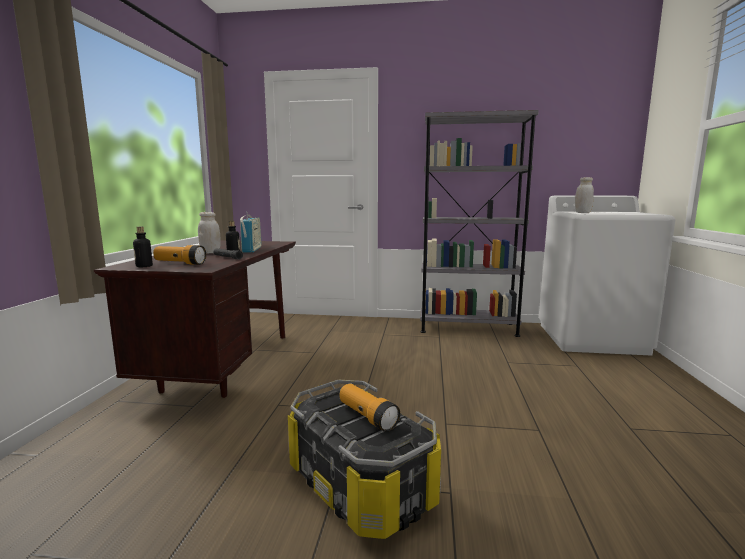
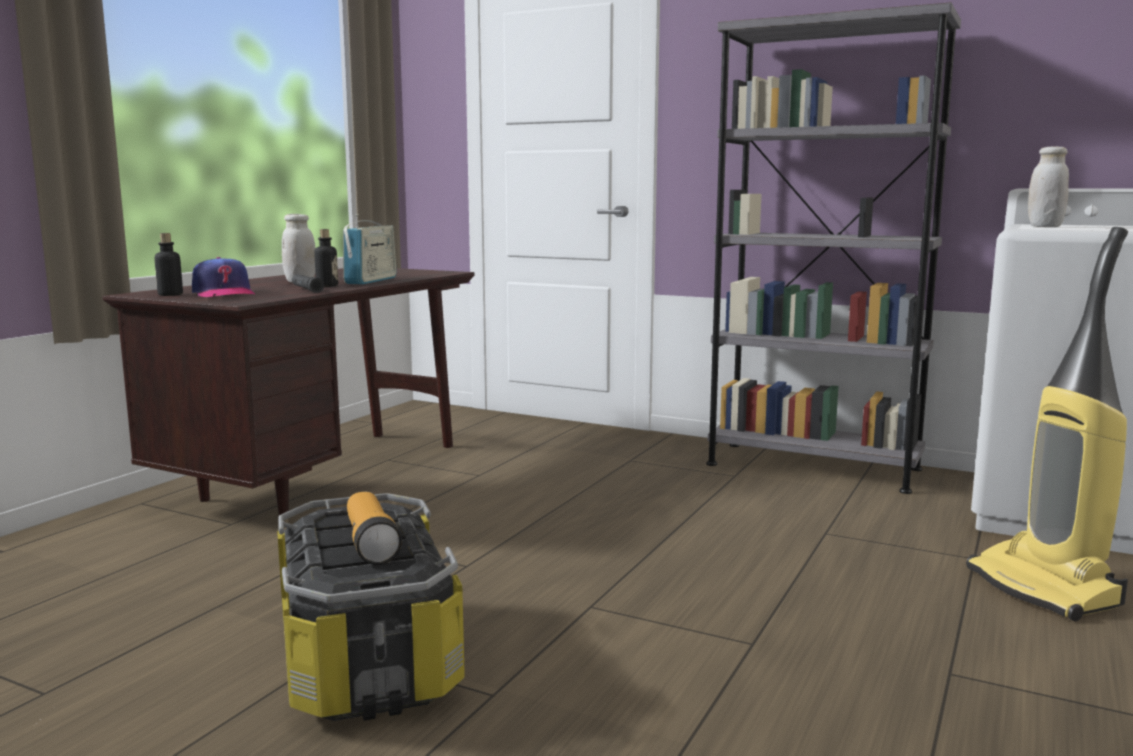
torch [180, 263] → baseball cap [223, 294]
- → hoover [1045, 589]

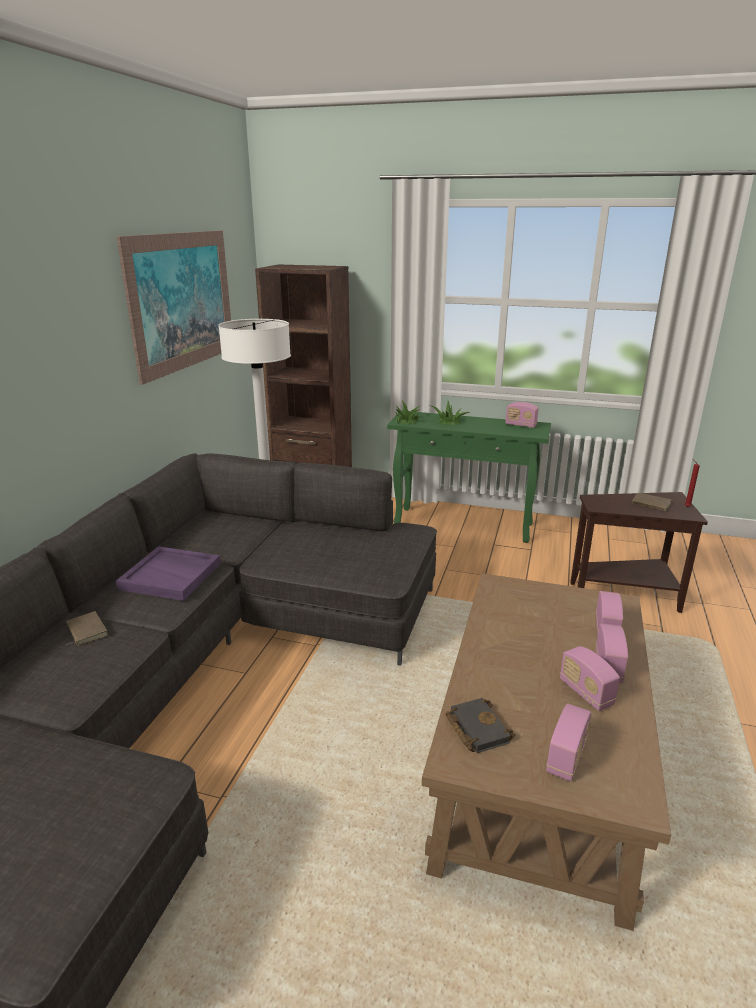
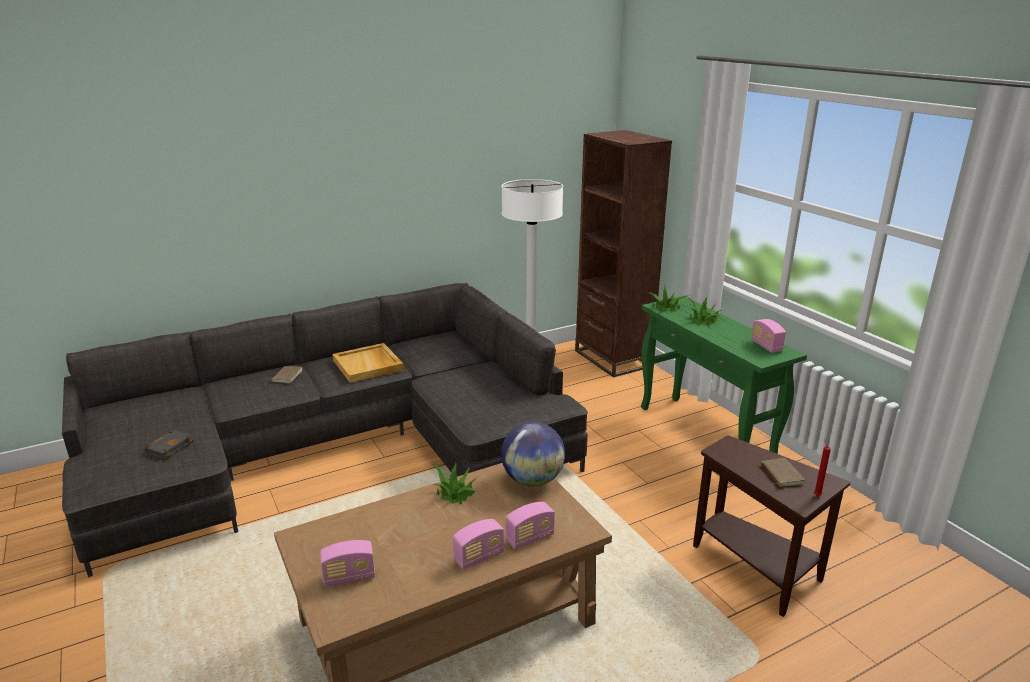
black volume [476, 728] → black volume [169, 446], shifted
purple carrying tray [172, 576] → beige carrying tray [368, 365]
- → potted plant [454, 493]
- → globe [532, 480]
picture [182, 301] → -
radio [585, 693] → -

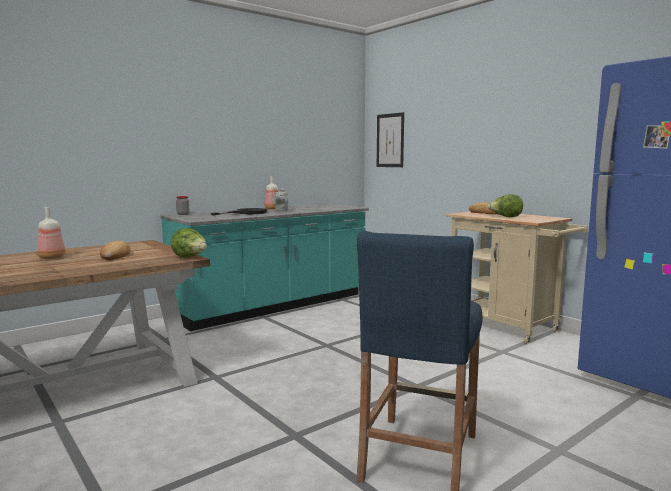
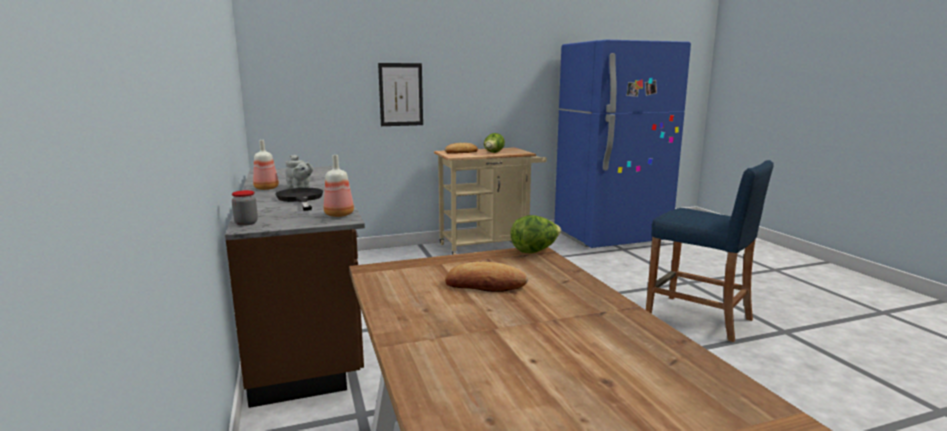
turquoise kitchen base unit [273, 306] → brownish kitchen base unit [305, 322]
drink bottle [52, 258] → drink bottle [340, 214], shifted
picture [390, 140] → picture [401, 94], shifted

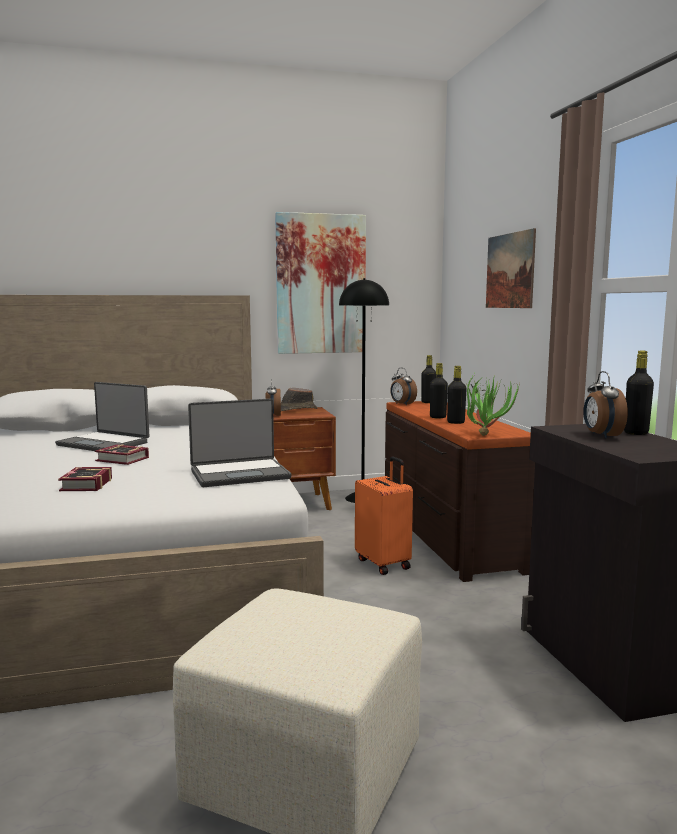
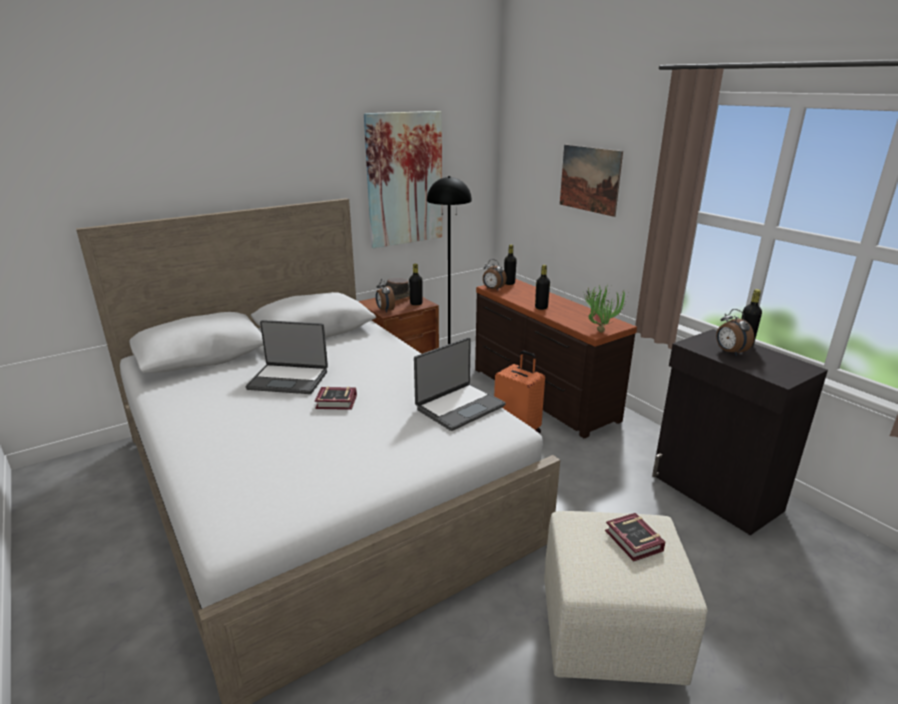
black drink bottle [455, 422] → black drink bottle [416, 303], shifted
volume [84, 485] → volume [634, 542], shifted

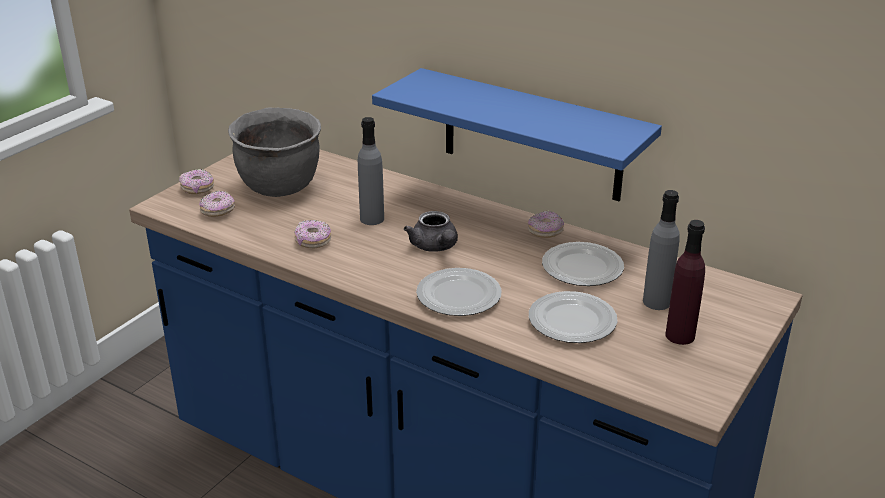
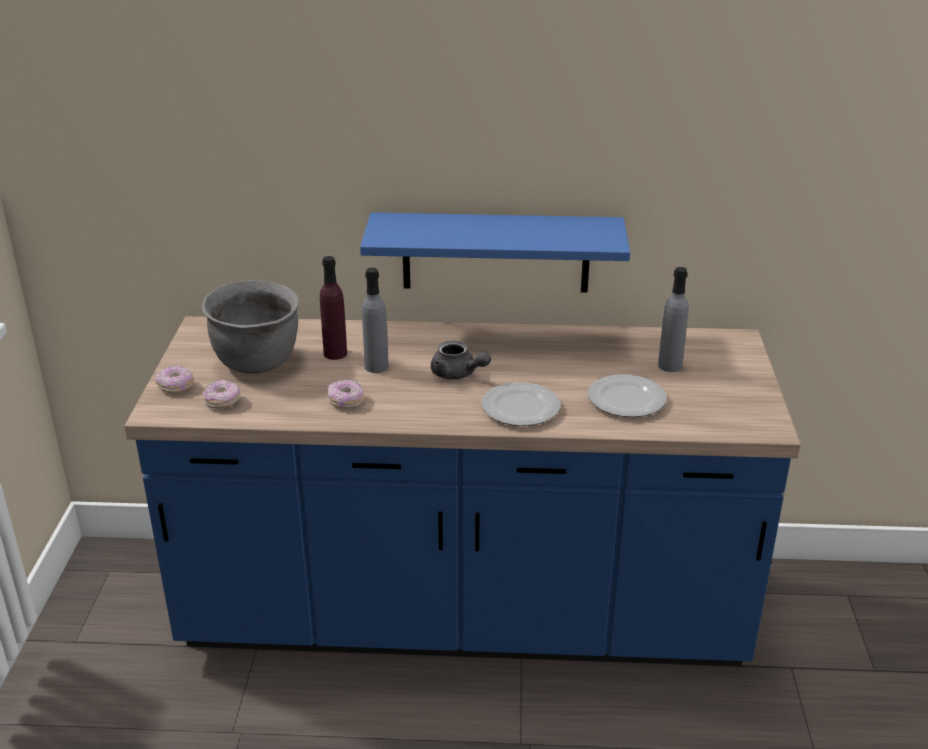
purple drink bottle [680, 336] → purple drink bottle [335, 353], shifted
ring doughnut [545, 232] → -
dinner plate [583, 268] → -

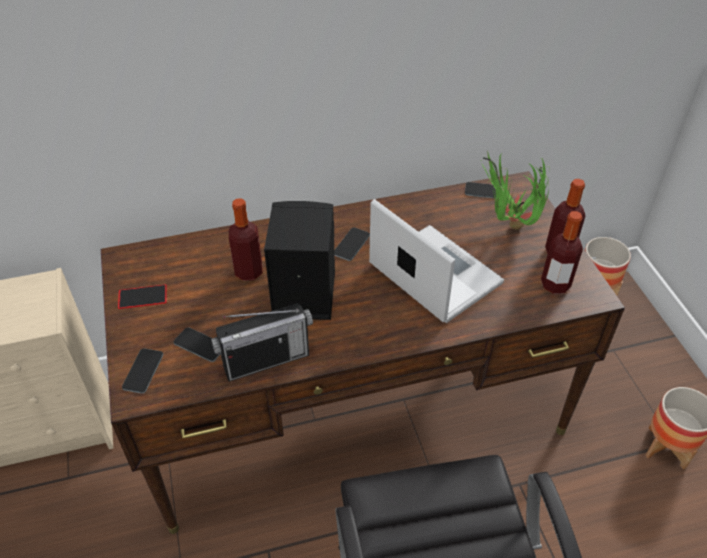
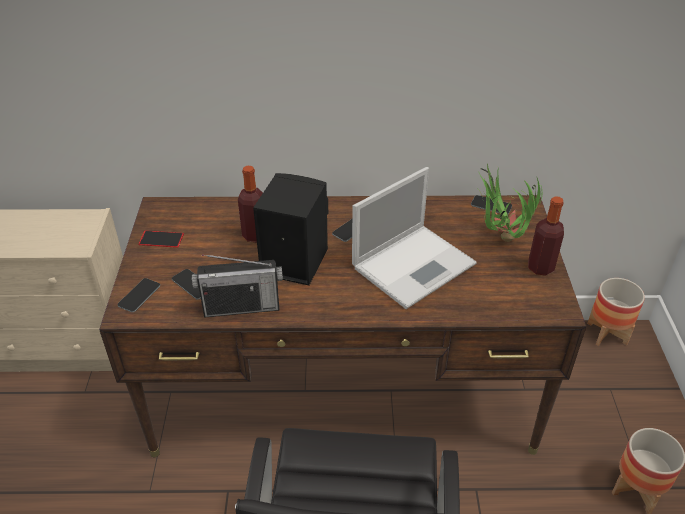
portable computer [433, 273] → portable computer [415, 264], 75 degrees clockwise
drink bottle [555, 284] → -

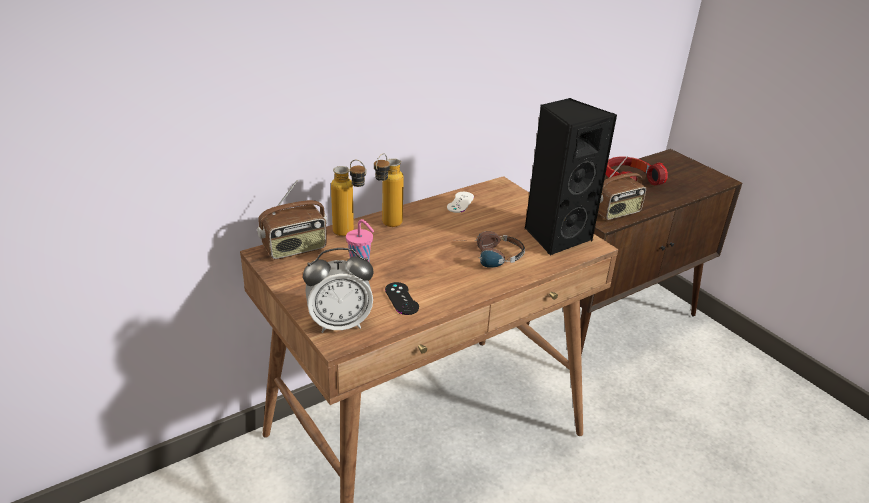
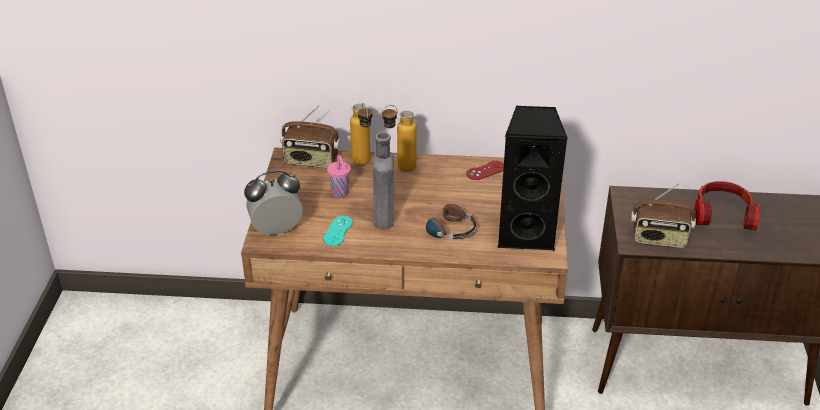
bedside clock [340, 323] → bedside clock [276, 230], 135 degrees clockwise
black game controller [401, 298] → turquoise game controller [338, 231]
- → grey drink bottle [383, 220]
white-coloured game controller [460, 202] → red-coloured game controller [485, 170]

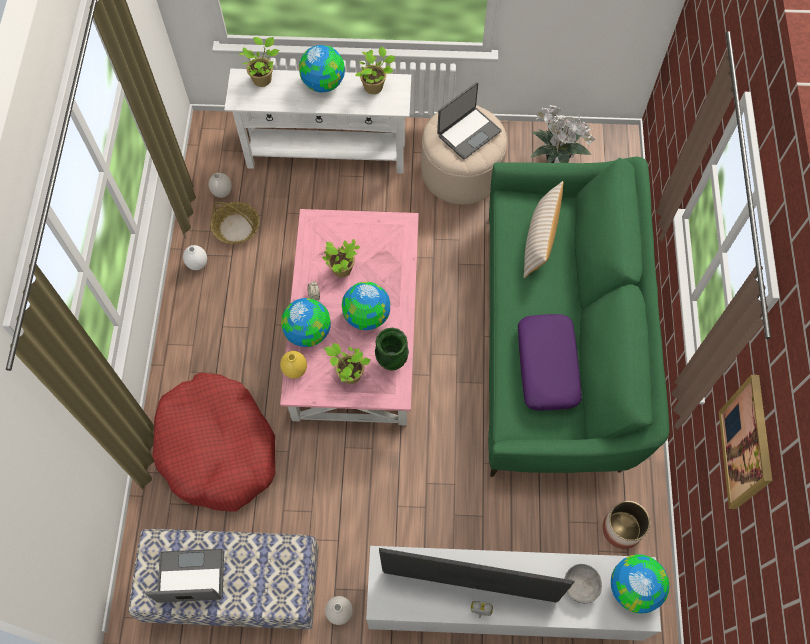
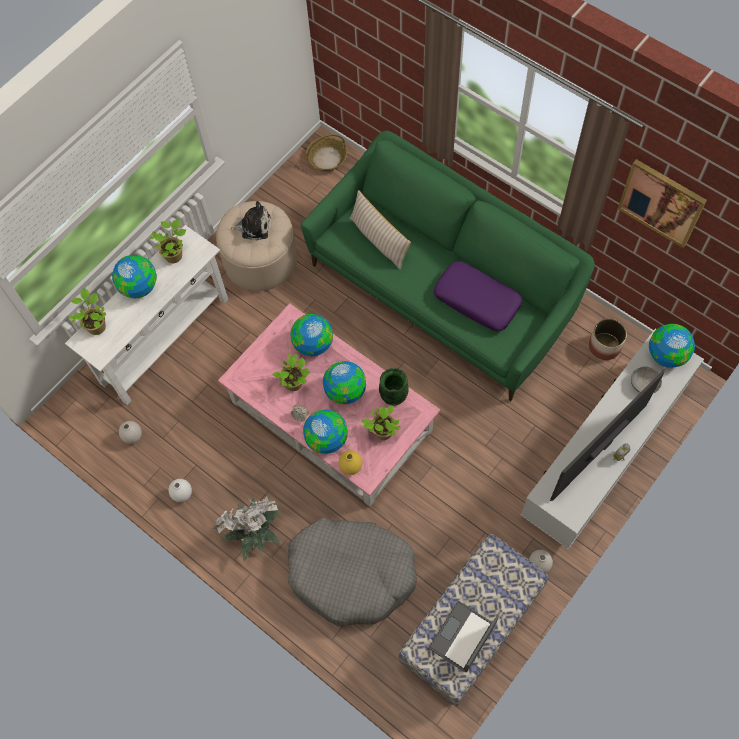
potted plant [555, 158] → potted plant [254, 535], shifted
portable computer [468, 133] → soft toy [254, 226]
red-coloured dog cushion [218, 448] → grey dog cushion [351, 574]
- → globe [313, 344]
basket [237, 227] → basket [327, 158], shifted

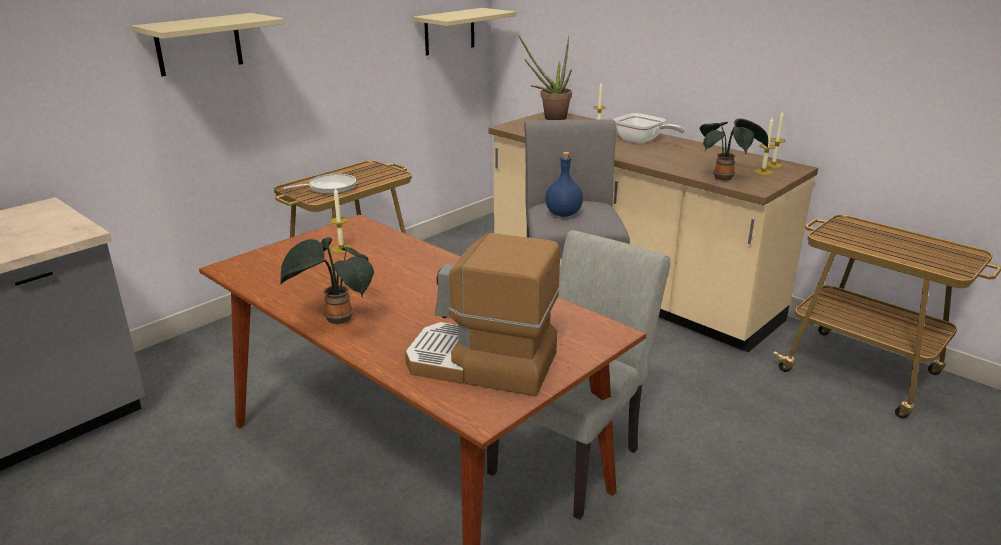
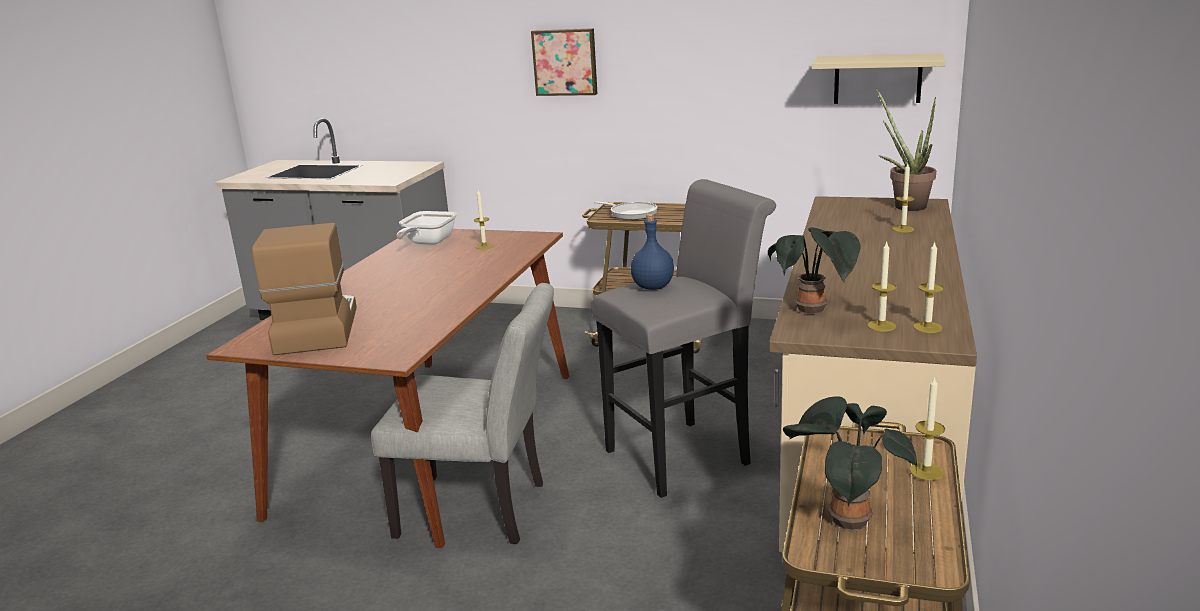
pan [642, 141] → pan [427, 243], shifted
beige bracket shelf [199, 44] → picture [565, 62]
potted plant [335, 320] → potted plant [844, 520], shifted
- → candle [926, 471]

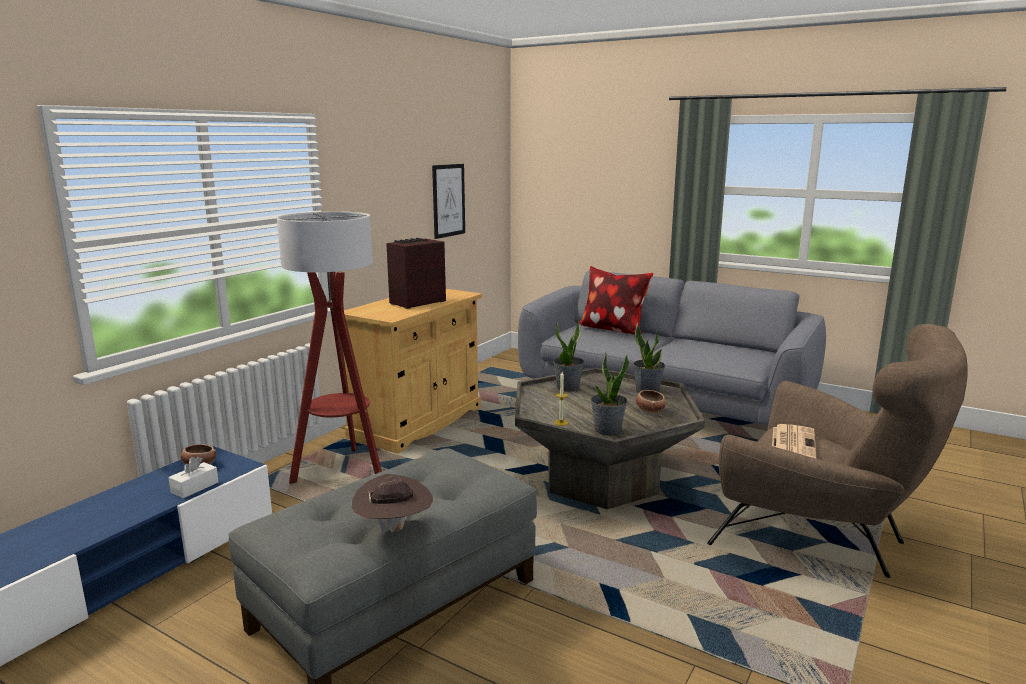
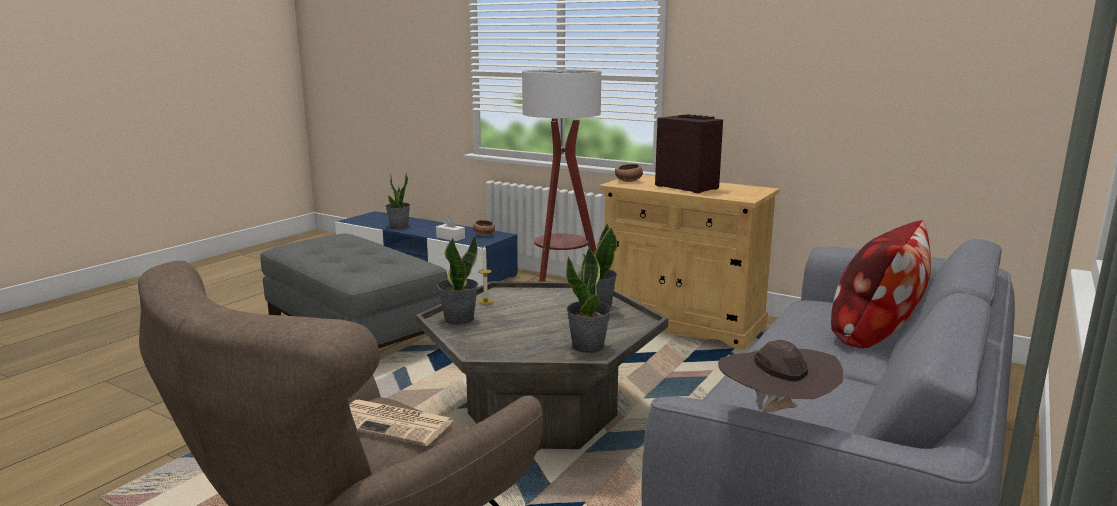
- → potted plant [399, 226]
bowl [650, 410] → bowl [629, 181], shifted
brownish clothing hat [394, 529] → brownish clothing hat [776, 413], shifted
picture [448, 200] → -

